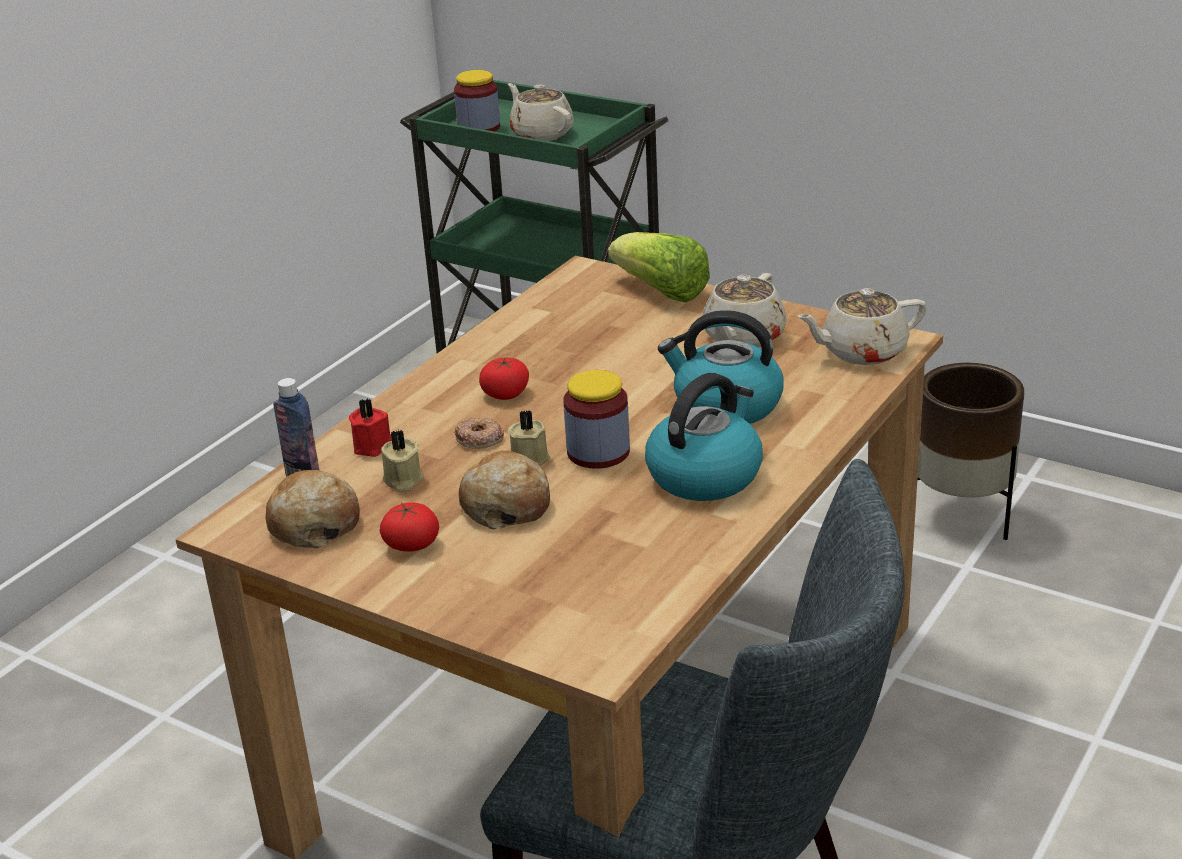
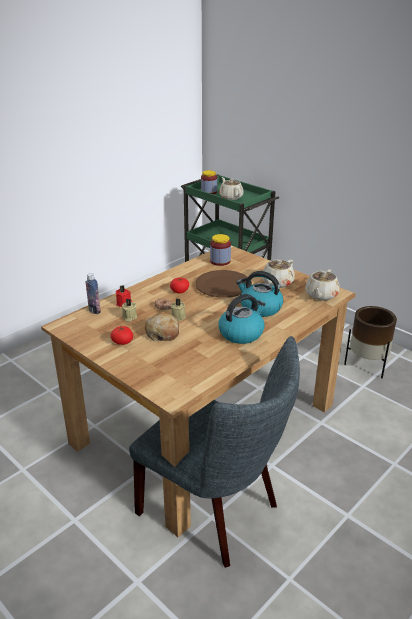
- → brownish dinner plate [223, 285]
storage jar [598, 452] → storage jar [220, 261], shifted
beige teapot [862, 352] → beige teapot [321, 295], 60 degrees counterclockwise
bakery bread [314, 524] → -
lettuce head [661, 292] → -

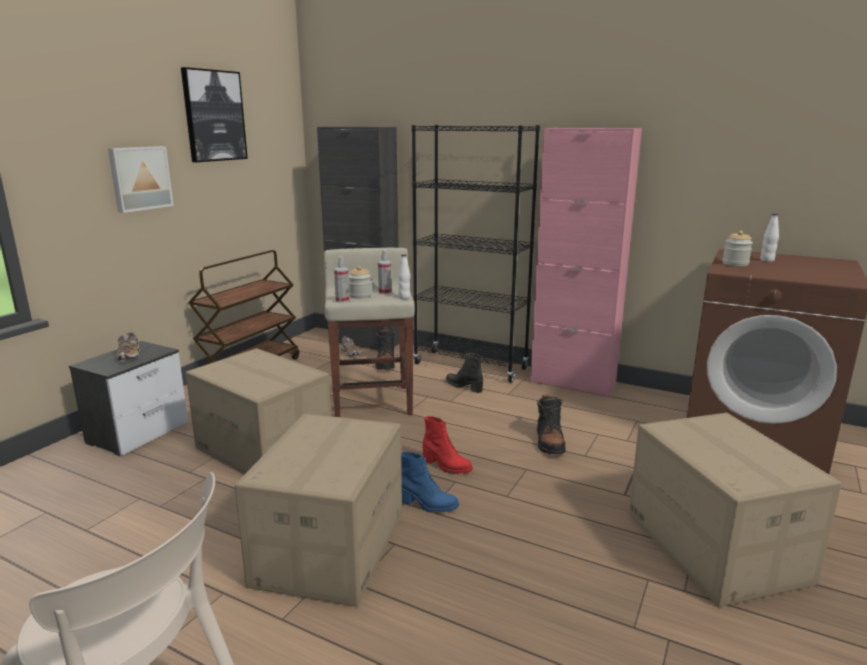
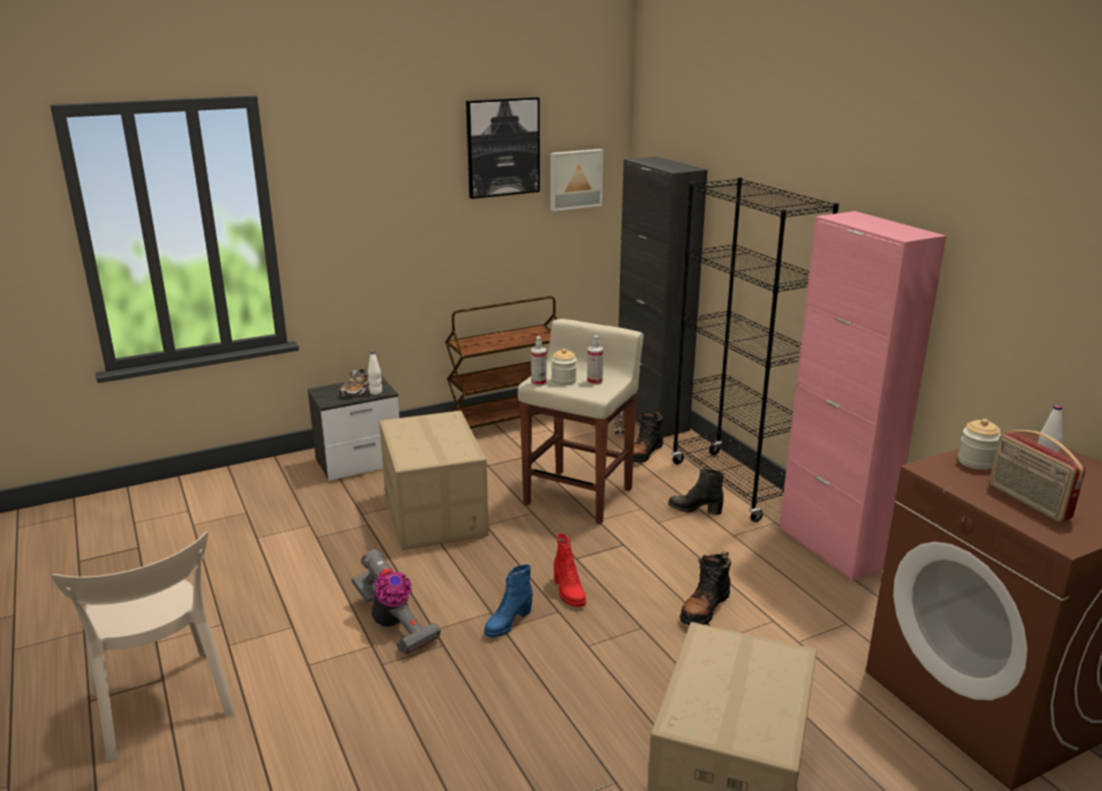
cardboard box [329, 547] → hoover [394, 625]
white-coloured drink bottle [404, 297] → white-coloured drink bottle [376, 392], shifted
blue-coloured tall boot [427, 505] → blue-coloured tall boot [507, 623], 75 degrees clockwise
picture [139, 178] → picture [575, 179], shifted
black tall boot [464, 386] → black tall boot [695, 509], 60 degrees counterclockwise
- → radio [1028, 502]

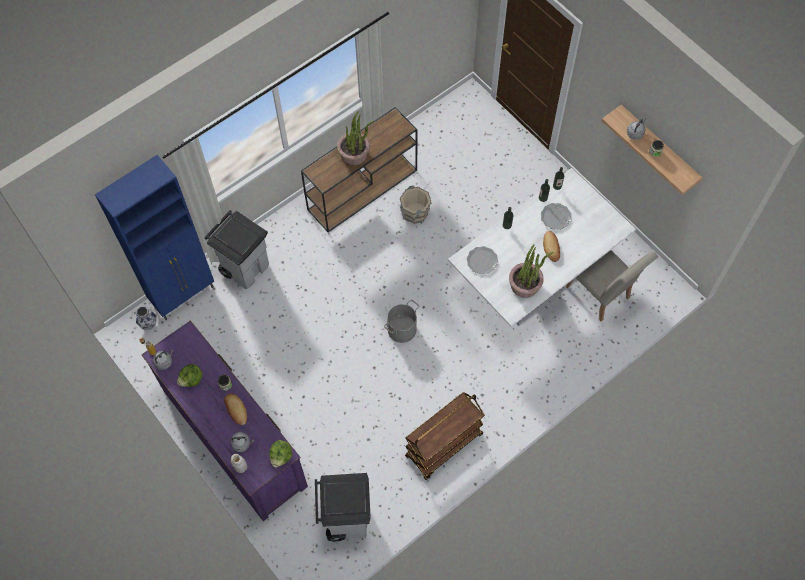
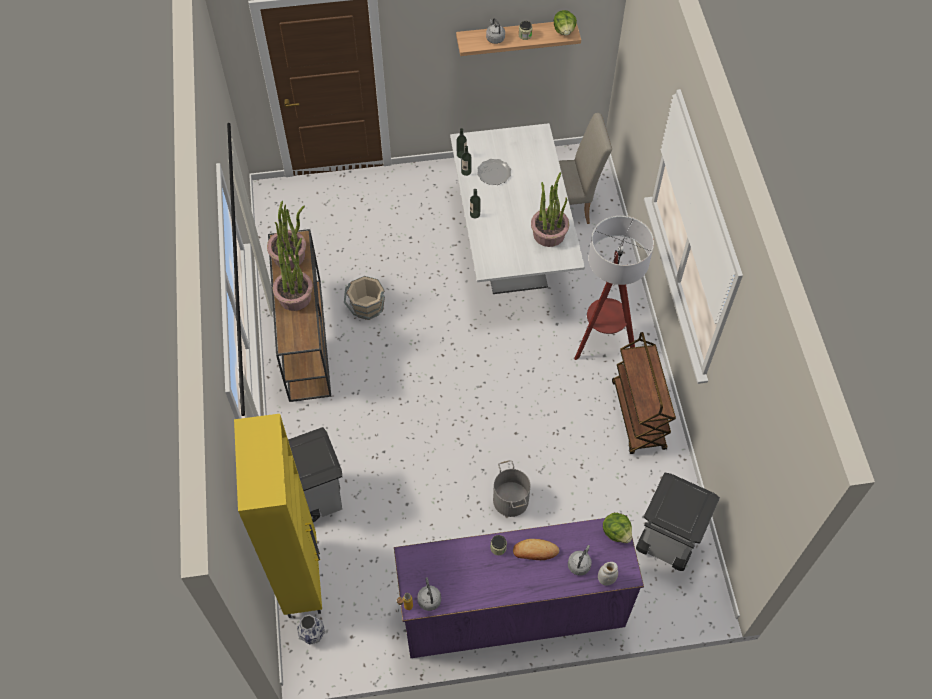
blue-coloured cupboard [184, 295] → yellow cupboard [302, 577]
- → potted plant [289, 255]
grey bucket [401, 329] → grey bucket [510, 500], shifted
lettuce head [192, 380] → lettuce head [564, 31], shifted
- → floor lamp [602, 342]
dinner plate [482, 261] → -
bakery bread [551, 247] → -

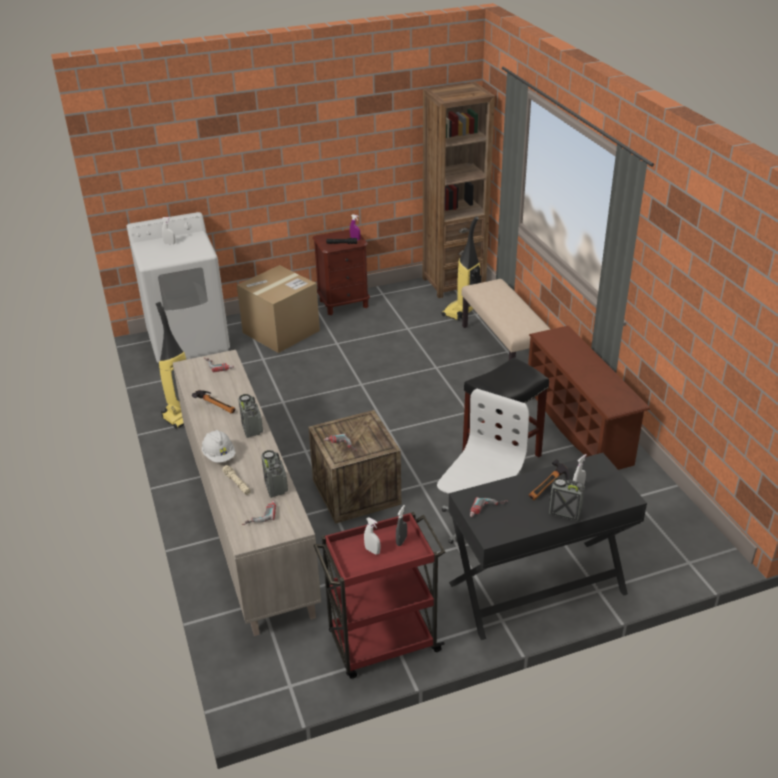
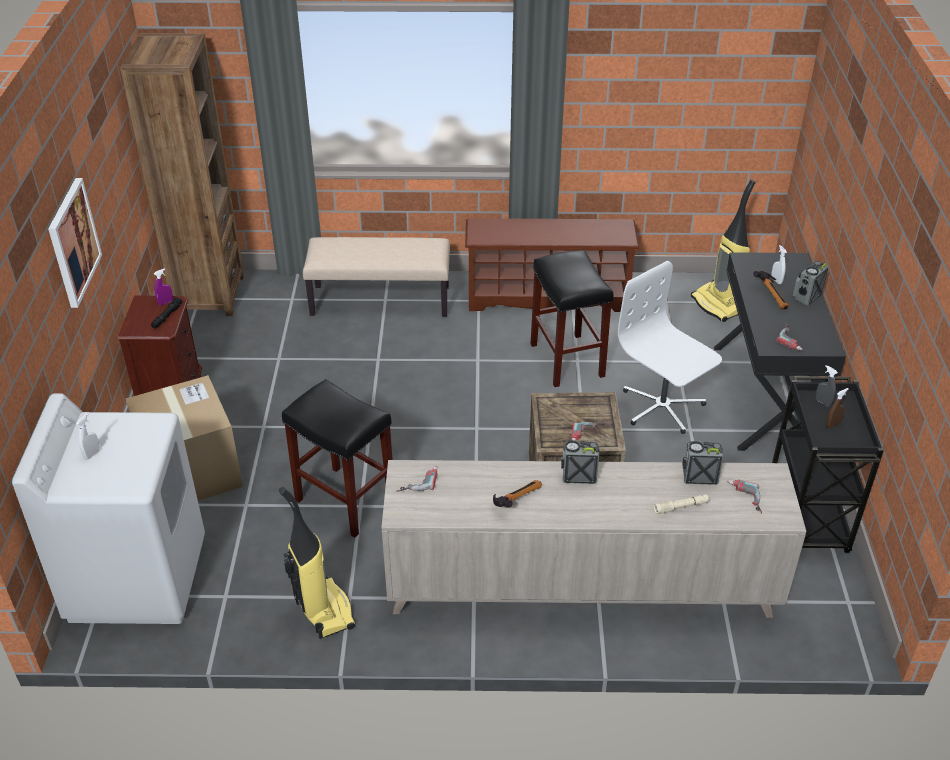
- → picture [73, 242]
- → black sitting stool [344, 501]
hoover [461, 311] → hoover [718, 305], shifted
red-coloured cart [382, 643] → black cart [807, 519]
white-coloured sprayer [372, 551] → brownish sprayer [833, 424]
white-coloured safety helmet [219, 455] → -

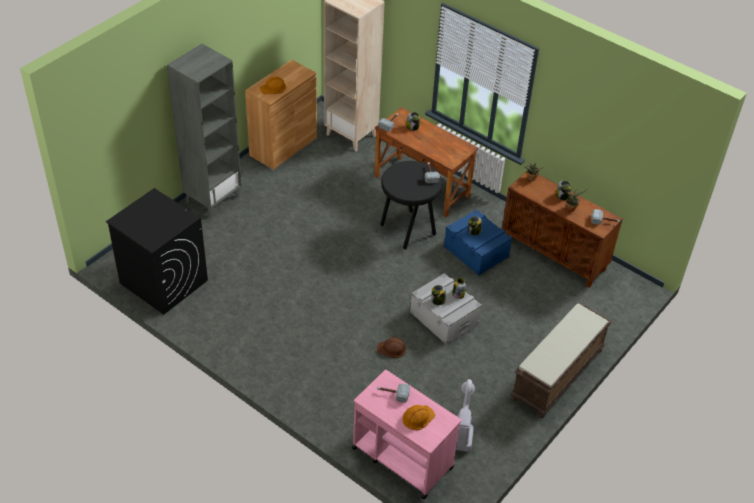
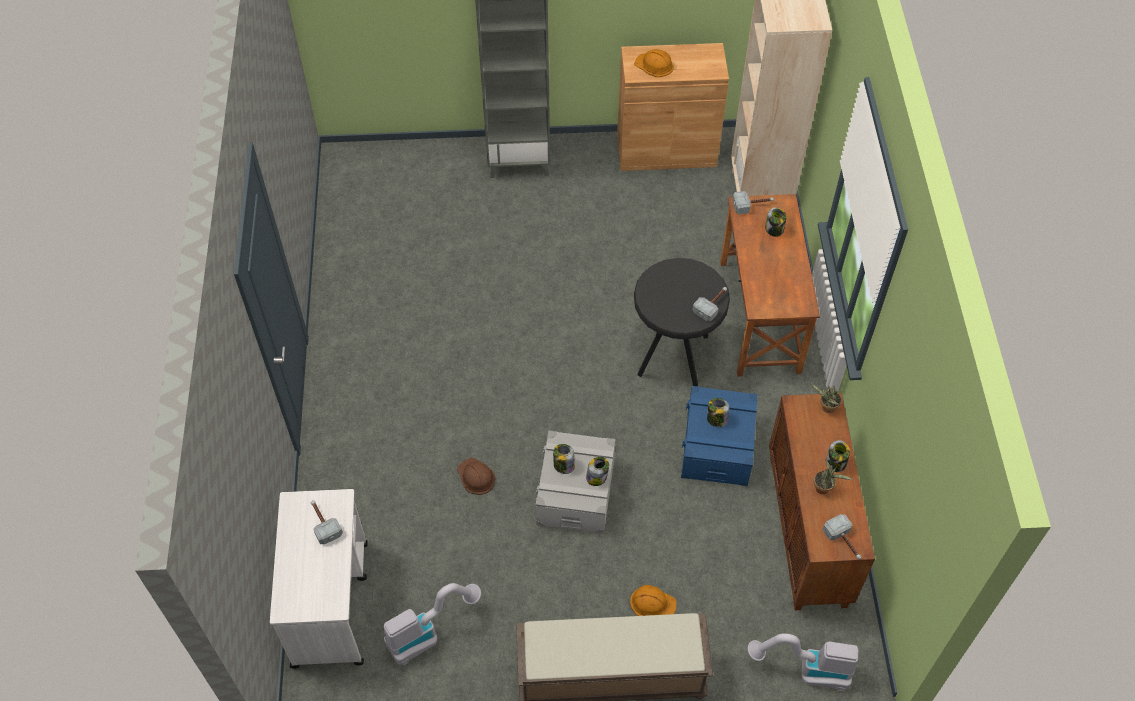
pinkish cart [401, 457] → white-coloured cart [331, 602]
orange safety helmet [418, 417] → orange safety helmet [652, 603], shifted
- → hoover [806, 670]
black laundry appliance [163, 281] → -

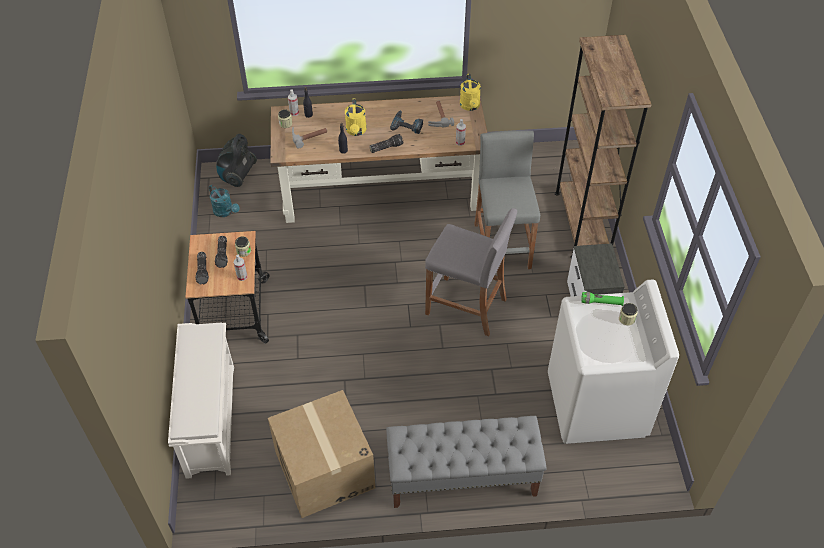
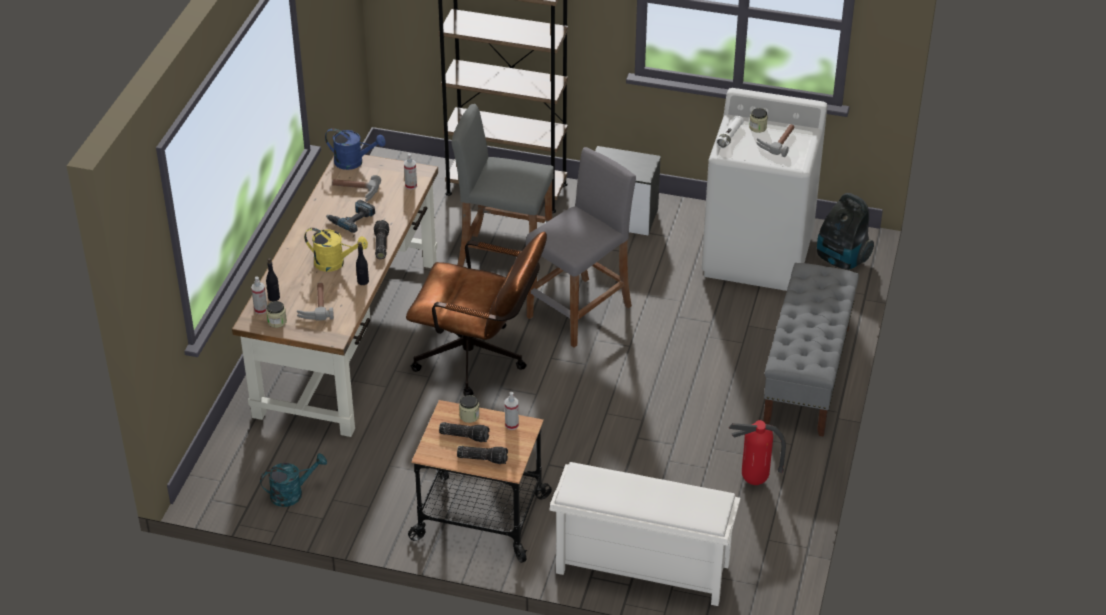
yellow watering pot [470, 106] → blue-coloured watering pot [354, 162]
- → brownish desk chair [479, 360]
green torch [601, 302] → white-coloured torch [730, 136]
cardboard box [324, 470] → fire extinguisher [754, 481]
- → hand hammer [777, 142]
hoover [237, 176] → hoover [841, 259], shifted

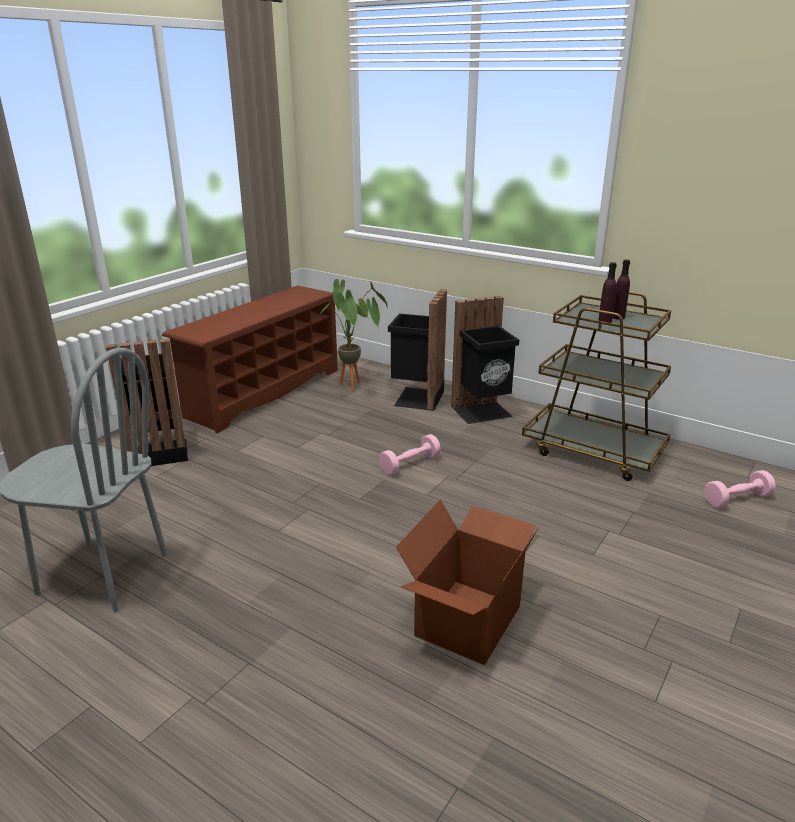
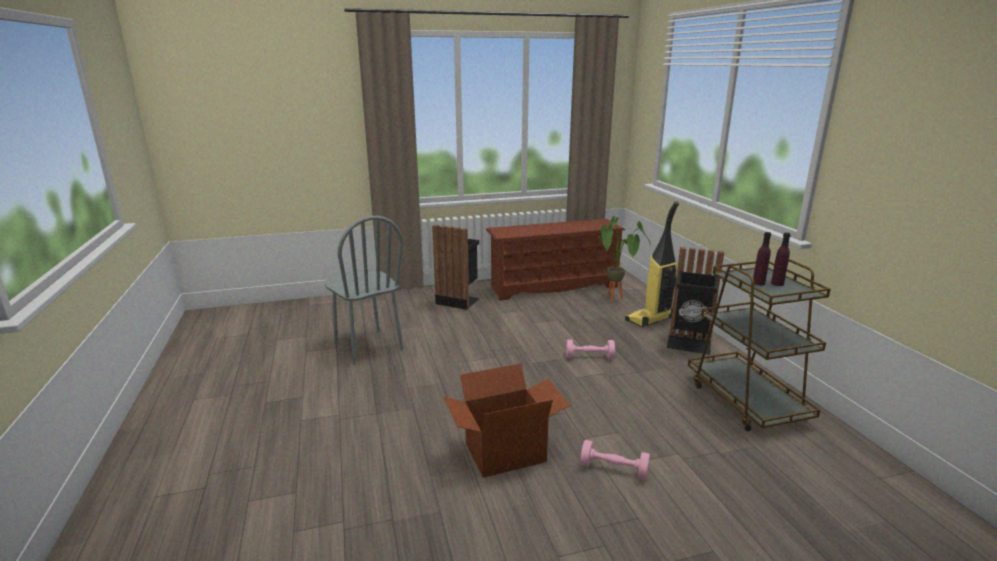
pinkish hand weight [737, 499] → pinkish hand weight [614, 469], shifted
black trash can [416, 398] → hoover [650, 320]

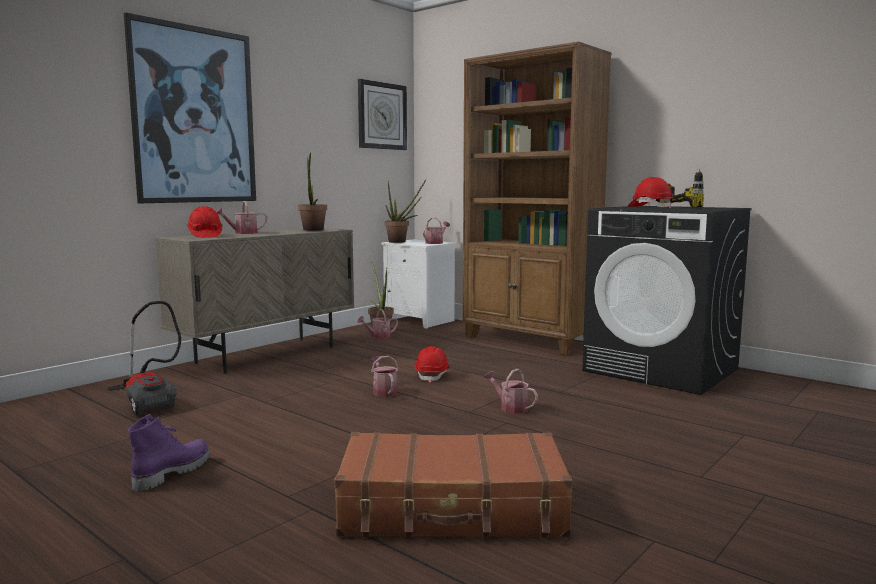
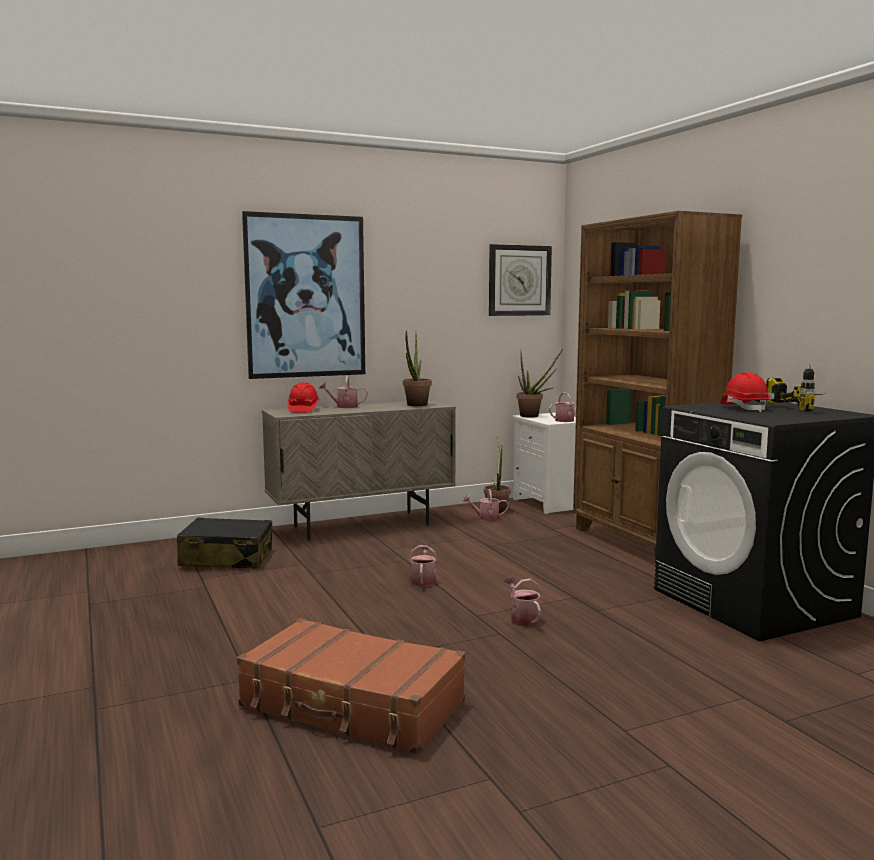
hoover [149, 401] → black suitcase [226, 558]
purple tall boot [171, 472] → -
red-coloured safety helmet [432, 375] → -

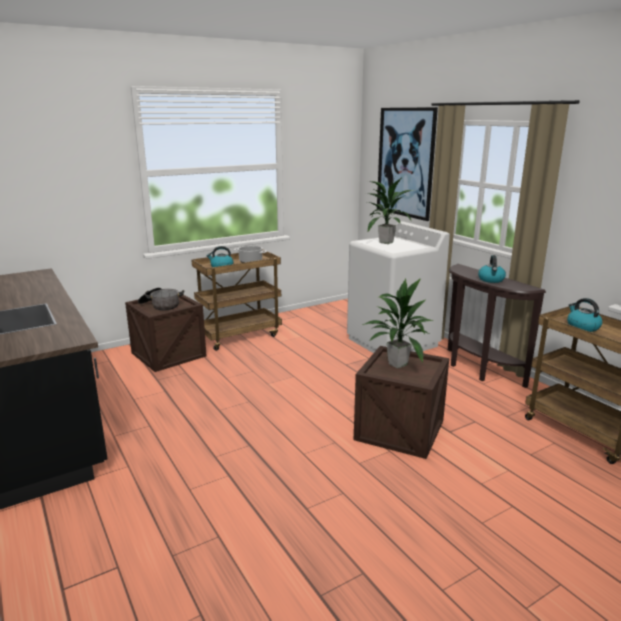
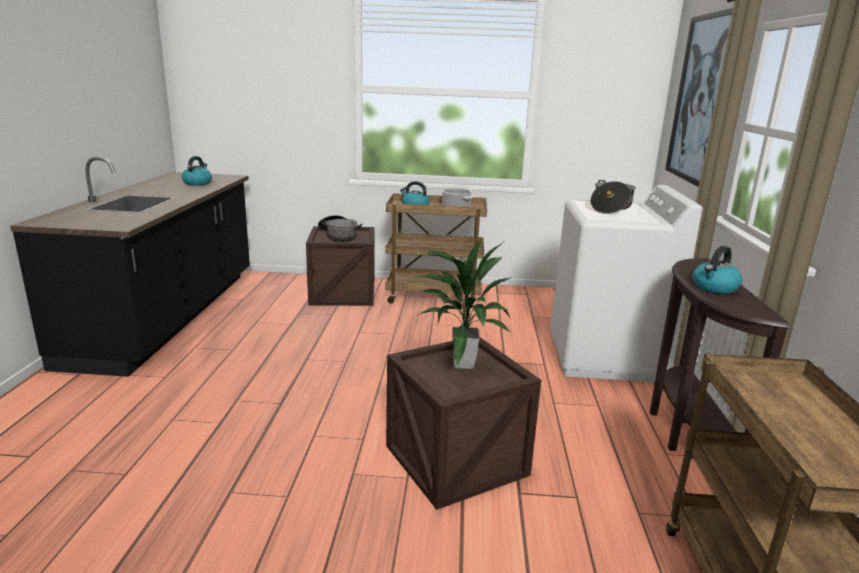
tea kettle [582, 327] → tea kettle [197, 183], shifted
potted plant [385, 242] → stockpot [610, 208]

